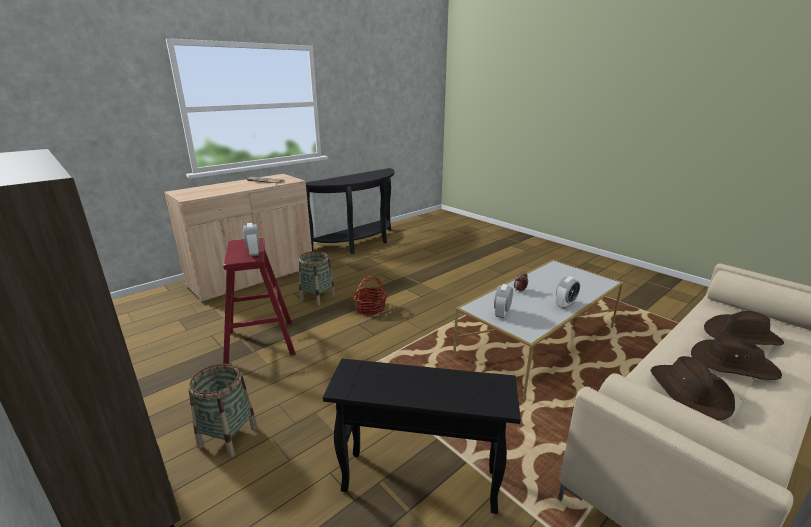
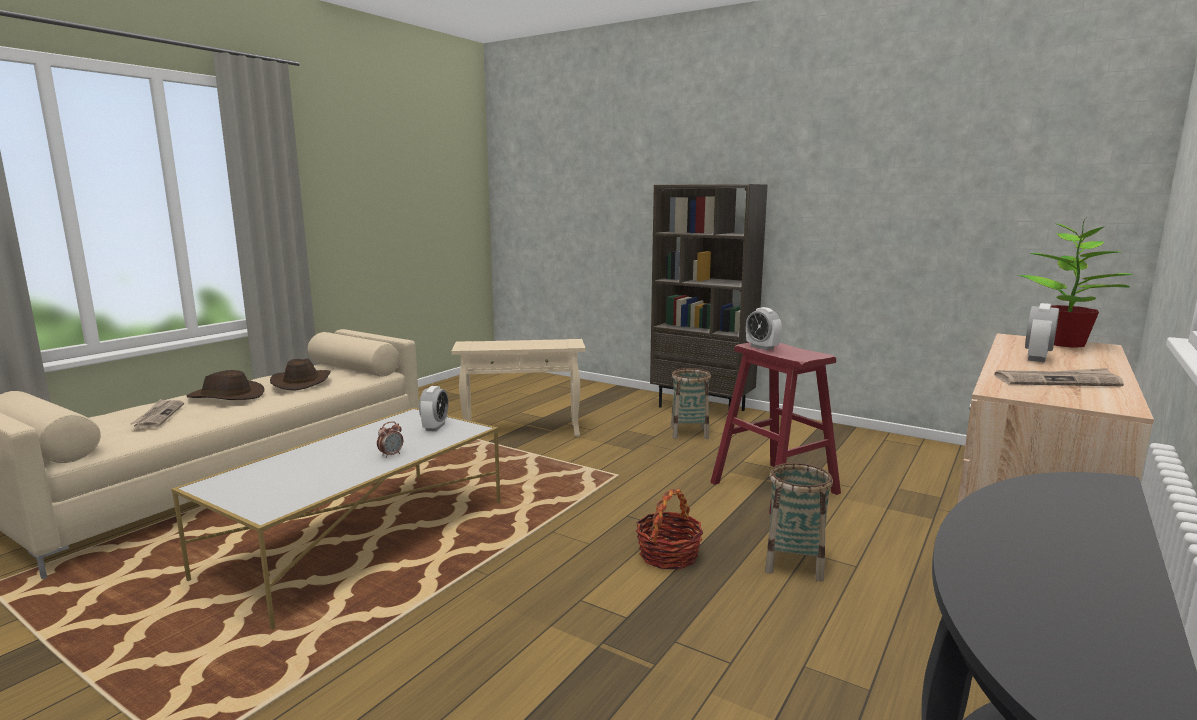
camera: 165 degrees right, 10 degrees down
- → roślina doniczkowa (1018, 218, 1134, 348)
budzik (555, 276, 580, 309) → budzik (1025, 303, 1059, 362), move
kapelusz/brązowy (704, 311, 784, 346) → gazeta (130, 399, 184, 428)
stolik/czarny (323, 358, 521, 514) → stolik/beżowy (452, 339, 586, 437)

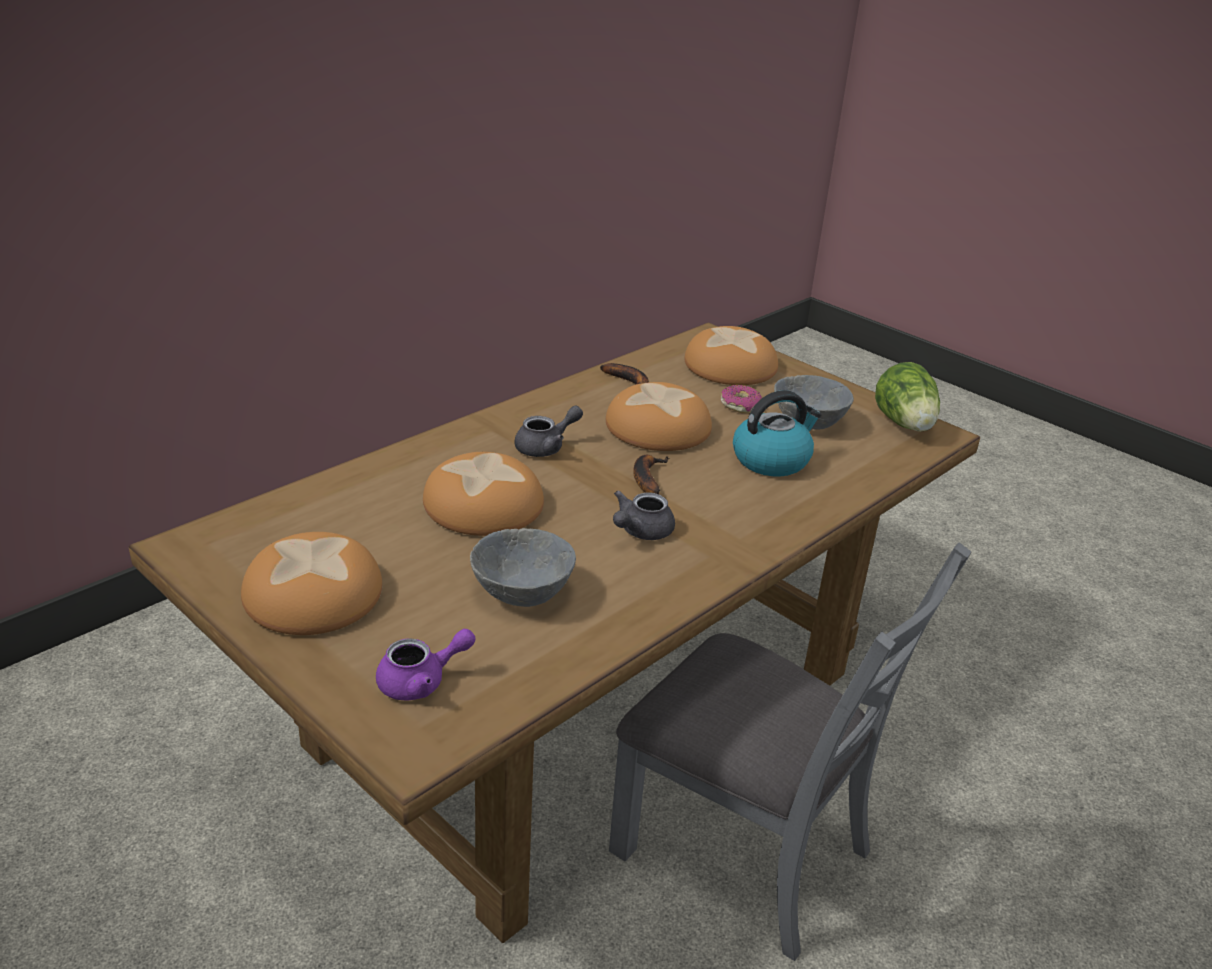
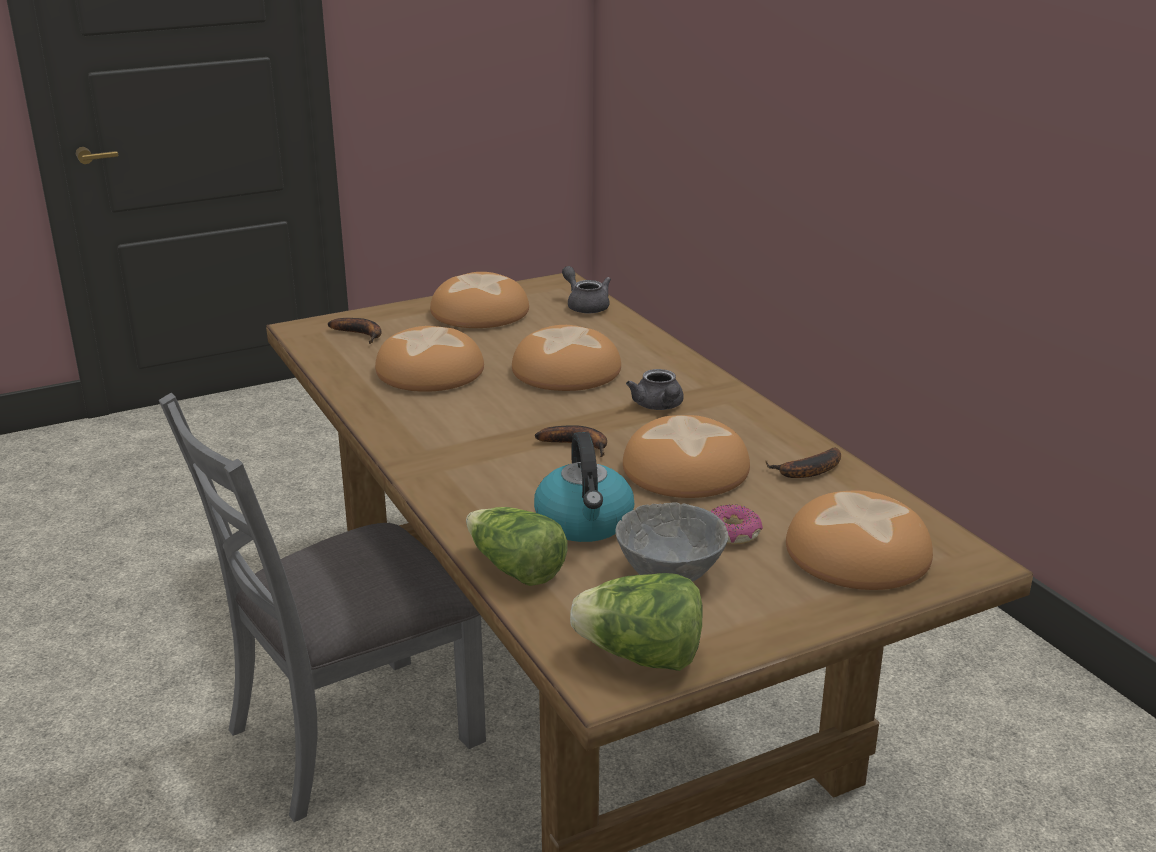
camera: 110 degrees right, 5 degrees down
- → sałata (466, 507, 568, 586)
imbryk/szary (613, 490, 675, 540) → imbryk/szary (562, 266, 611, 313), move
imbryk/fioletowy (376, 629, 476, 701) → banan (328, 318, 381, 344)
miska/szary (470, 528, 576, 607) → chleb (375, 326, 484, 392)

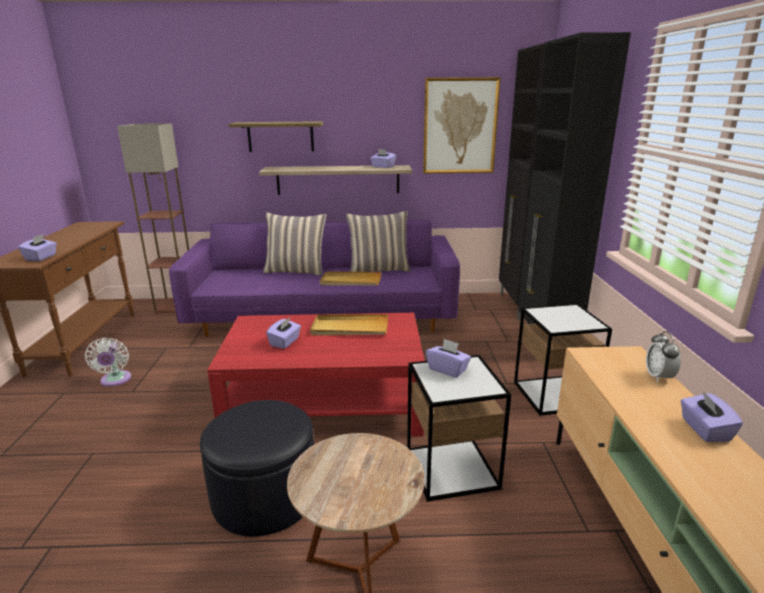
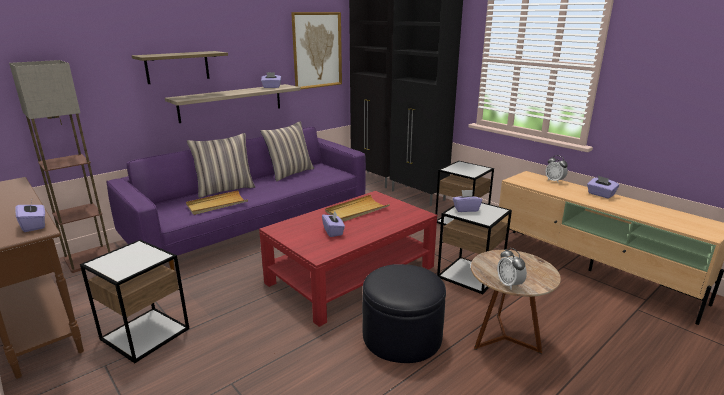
camera: 40 degrees left, 0 degrees up
- → budzik (497, 248, 527, 290)
taca/beżowy (320, 271, 381, 285) → taca/beżowy (186, 190, 248, 215), move
wentylator/biały (85, 338, 131, 387) → stolik (80, 240, 189, 363)

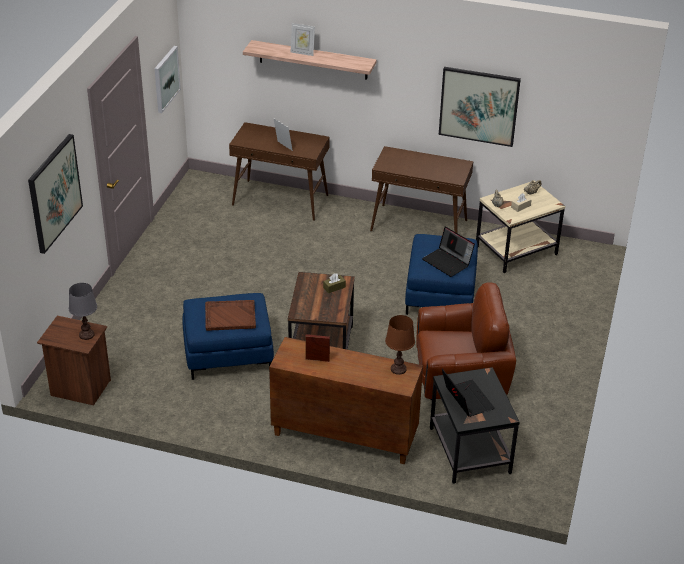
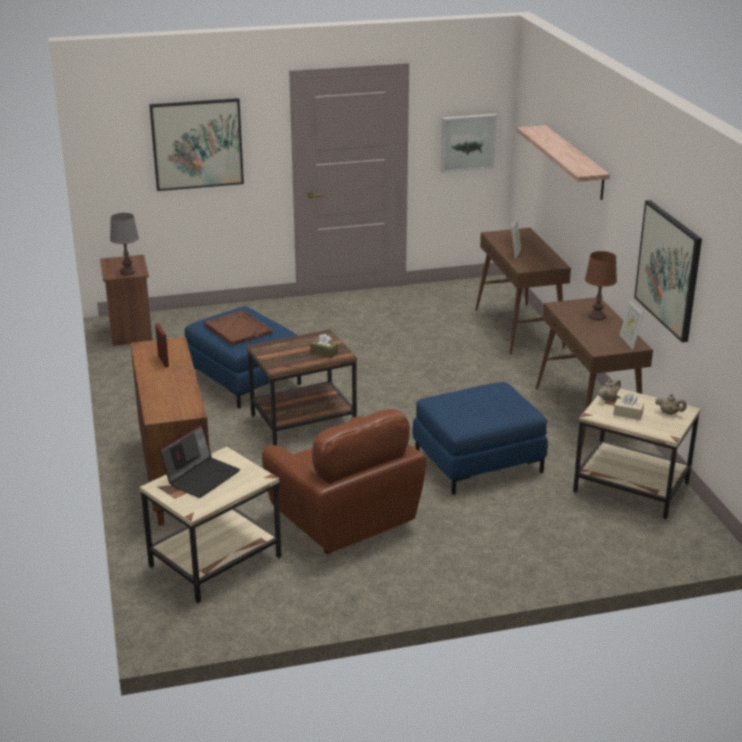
camera: 60 degrees right, 10 degrees down
laptop (422, 227, 475, 277) → -
ramka na zdjęcie (291, 23, 315, 56) → ramka na zdjęcie (620, 298, 644, 349), move
lampa stołowa/brązowy (385, 315, 415, 375) → lampa stołowa/brązowy (585, 251, 617, 320), move
stolik/czarny (430, 367, 520, 484) → stolik/beżowy (140, 447, 282, 603)

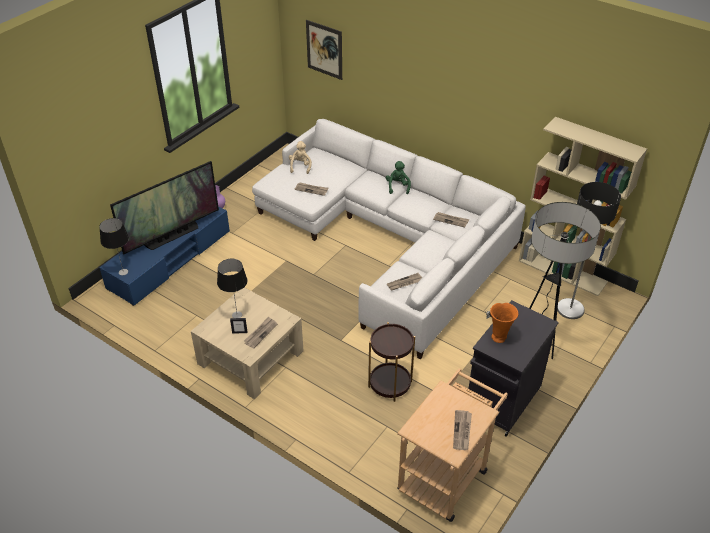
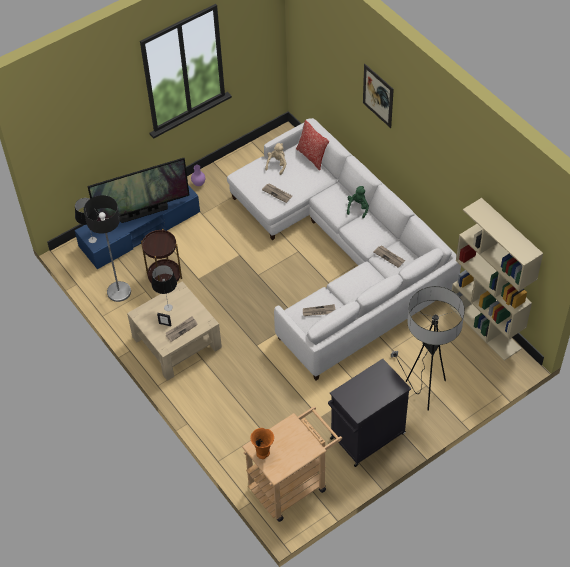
camera: 20 degrees right, 10 degrees up
gazeta (453, 410, 472, 450) → -
- → poduszka (296, 120, 329, 170)
obraz (306, 20, 342, 80) → obraz (363, 64, 394, 128), move
stolik/brązowy (368, 322, 415, 402) → stolik/brązowy (141, 229, 182, 284), move
wazon/pomarańczowy (490, 303, 518, 343) → wazon/pomarańczowy (250, 428, 274, 459), move
lampa stojąca (557, 182, 621, 319) → lampa stojąca (84, 195, 131, 302), move

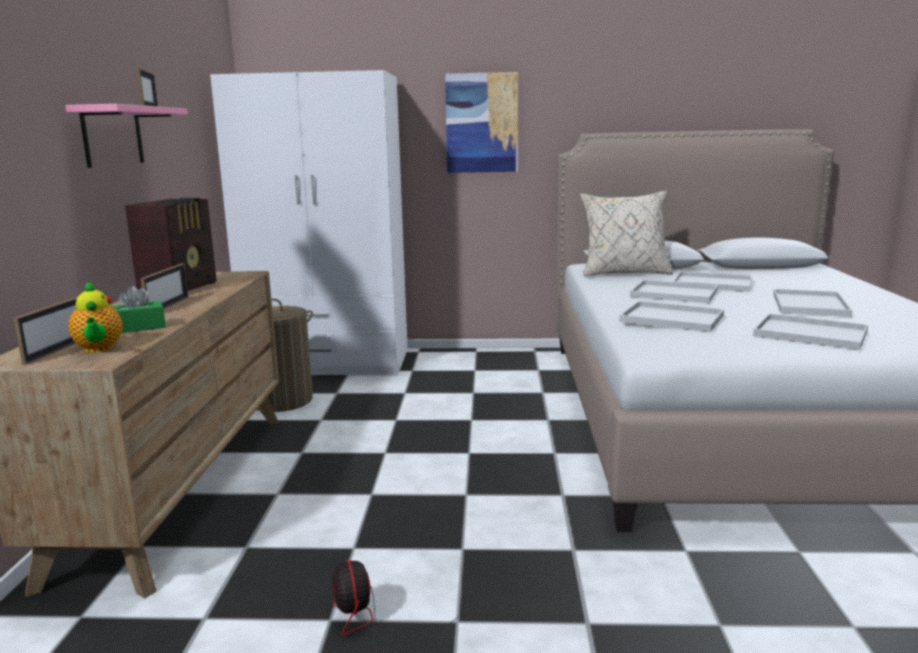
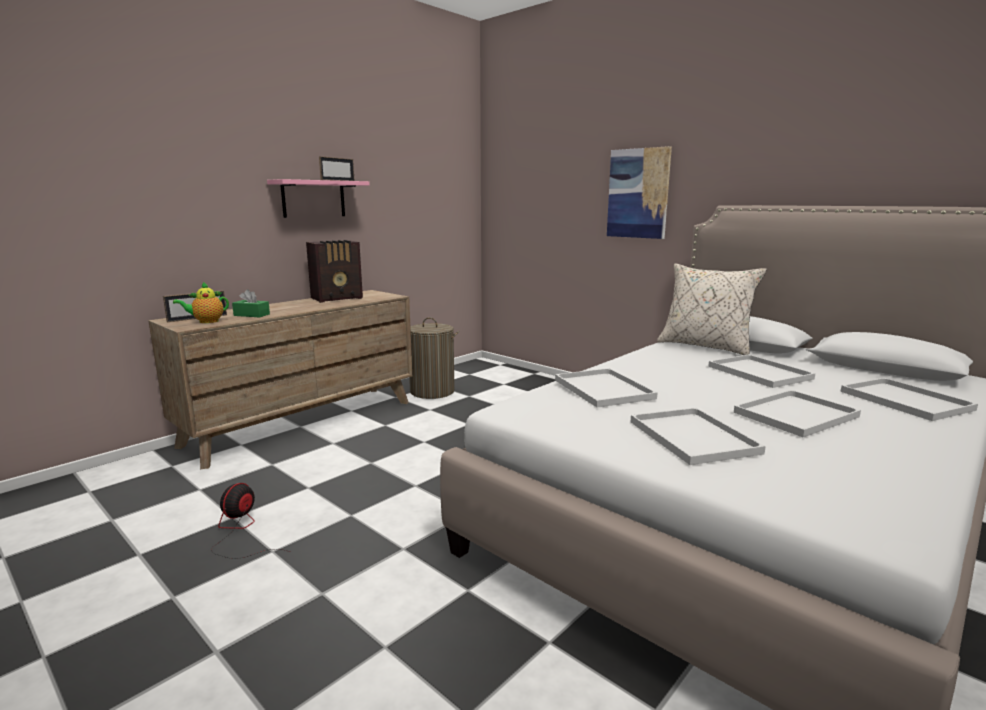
camera: 40 degrees right, 0 degrees up
ramka na zdjęcie (141, 263, 188, 309) → -
szafa/biały (210, 70, 408, 376) → -
taca/biały (630, 280, 718, 303) → taca/biały (841, 378, 978, 421), move
imbryk (68, 281, 123, 352) → imbryk (173, 282, 229, 323), 45 degrees clockwise

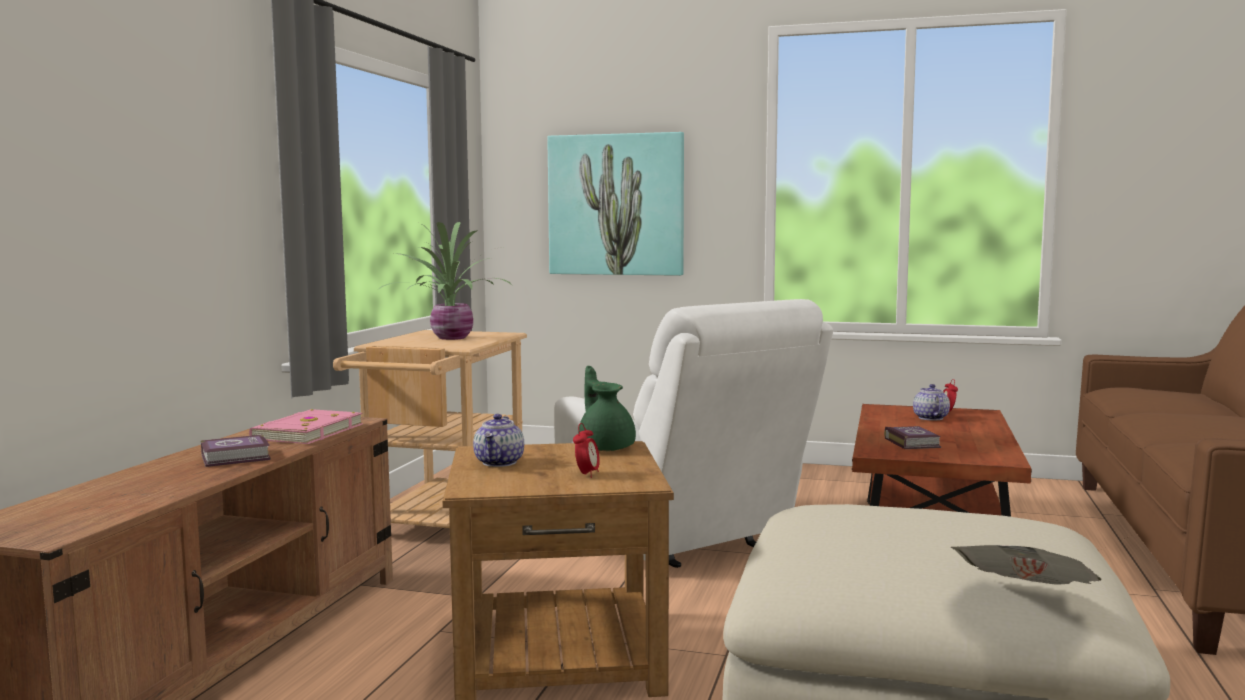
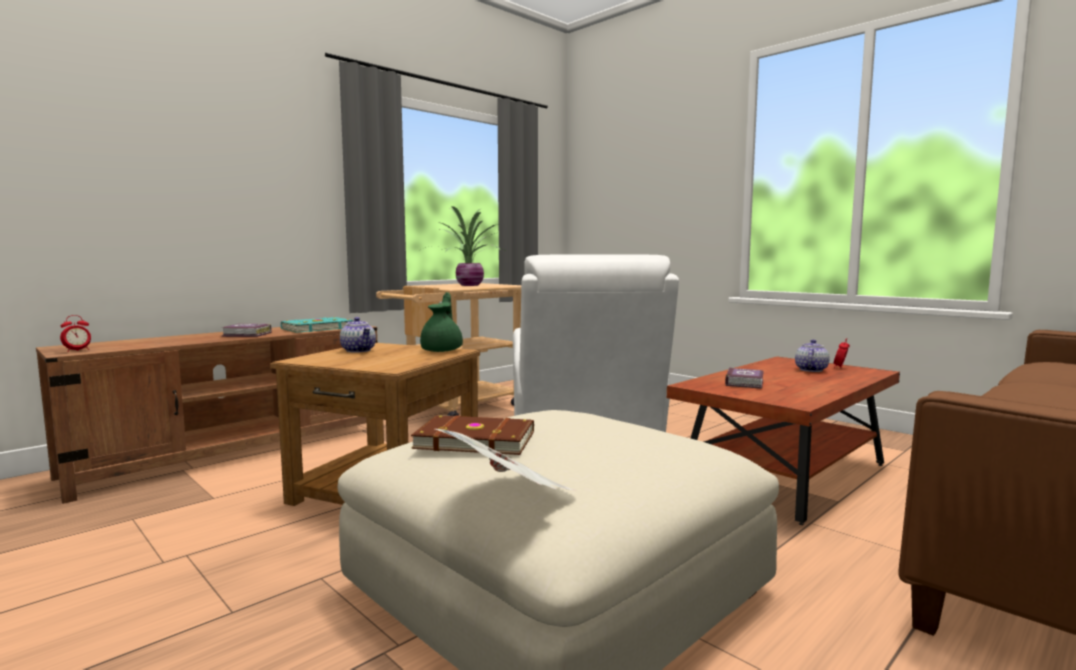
camera: 30 degrees right, 0 degrees up
obraz (547, 132, 684, 276) → -
- → książka/brązowy (411, 415, 534, 455)
budzik (573, 423, 600, 478) → budzik (60, 315, 91, 352), move
książka/różowy (249, 409, 363, 444) → książka/turkusowy (281, 317, 354, 333)
imbryk (473, 414, 524, 467) → imbryk (340, 317, 376, 353), 75 degrees counterclockwise

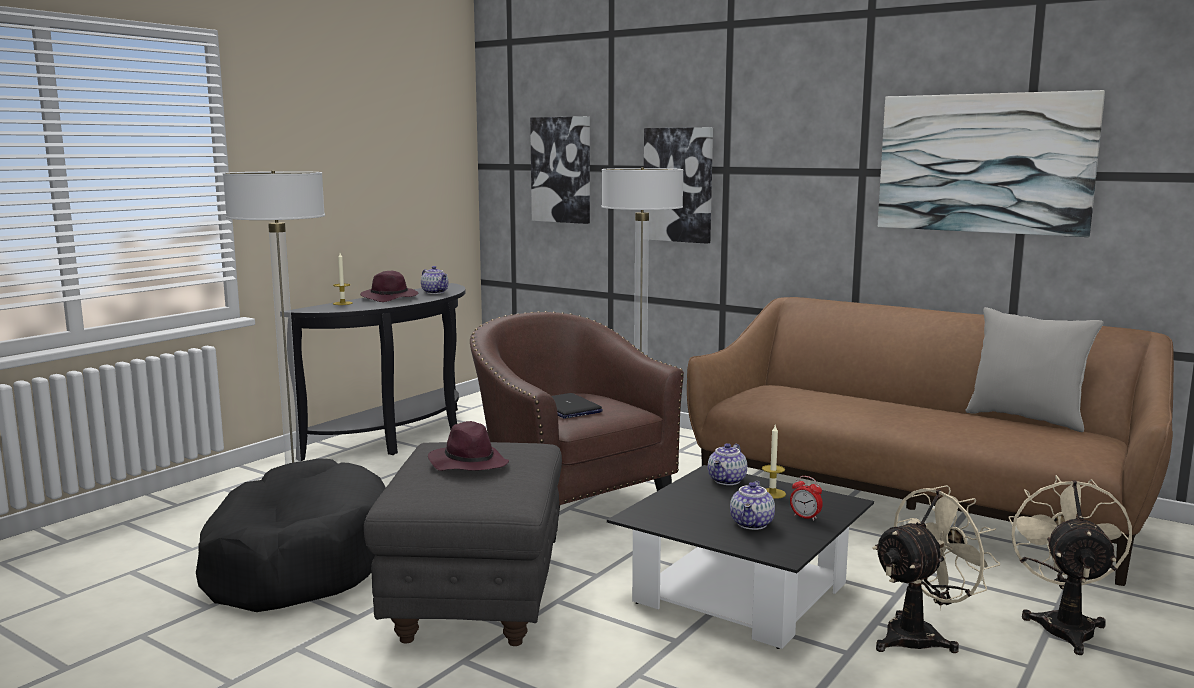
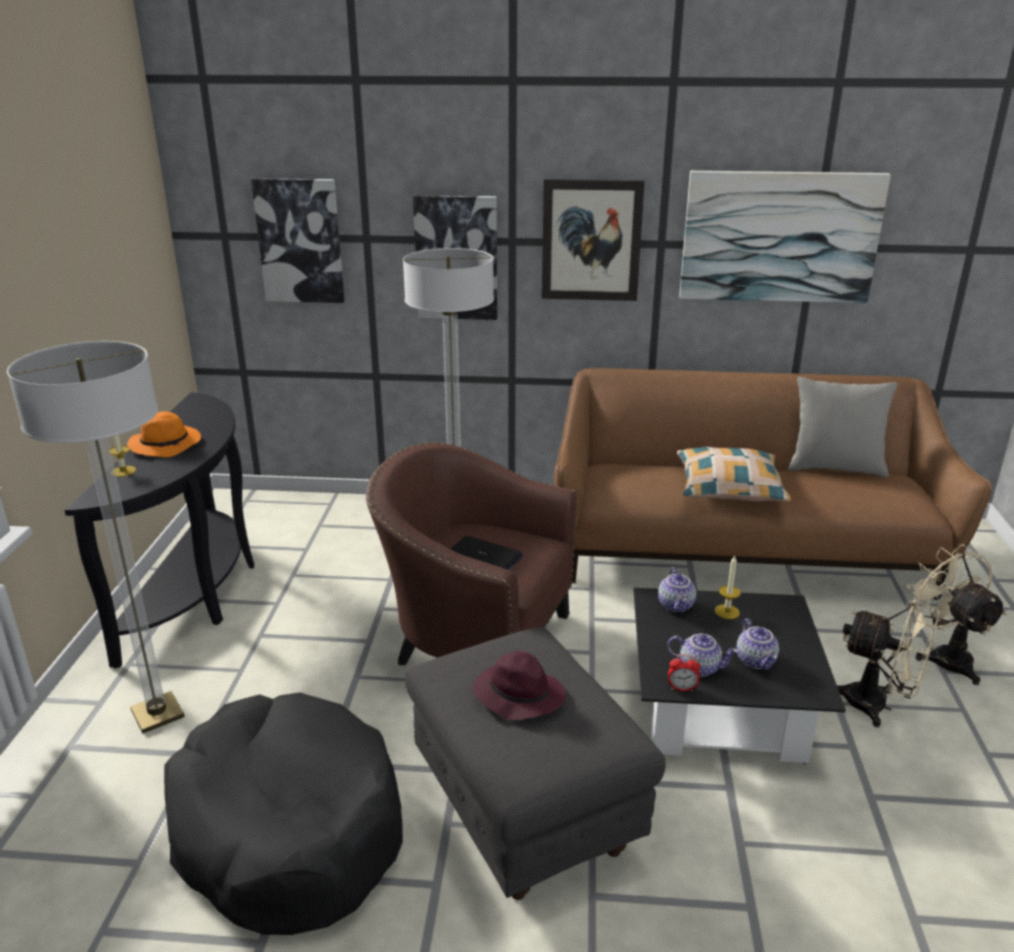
camera: 30 degrees left, 15 degrees up
- → obraz (542, 179, 645, 301)
- → poduszka (677, 447, 791, 502)
imbryk (421, 266, 448, 294) → imbryk (667, 634, 738, 677), move
budzik (790, 476, 823, 521) → budzik (668, 655, 700, 692), move
kapelusz/fioletowy (360, 271, 418, 302) → kapelusz/pomarańczowy (127, 411, 201, 457)
wentylator/beżowy (872, 485, 1000, 653) → wentylator/beżowy (837, 599, 940, 727), 90 degrees clockwise

